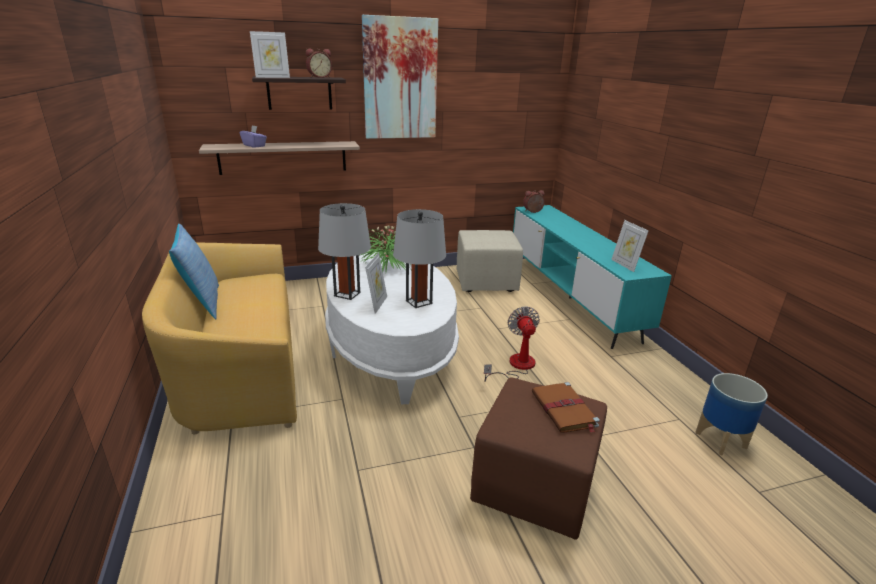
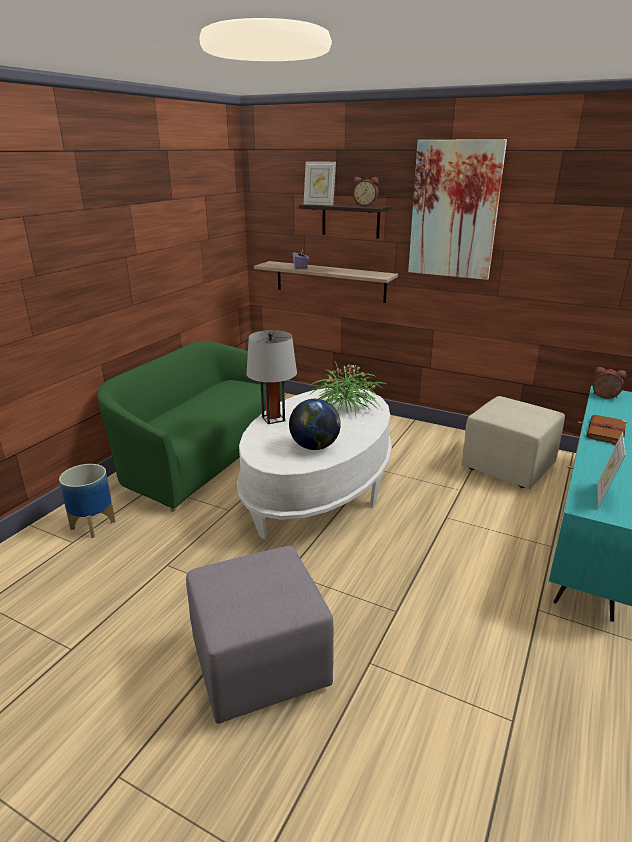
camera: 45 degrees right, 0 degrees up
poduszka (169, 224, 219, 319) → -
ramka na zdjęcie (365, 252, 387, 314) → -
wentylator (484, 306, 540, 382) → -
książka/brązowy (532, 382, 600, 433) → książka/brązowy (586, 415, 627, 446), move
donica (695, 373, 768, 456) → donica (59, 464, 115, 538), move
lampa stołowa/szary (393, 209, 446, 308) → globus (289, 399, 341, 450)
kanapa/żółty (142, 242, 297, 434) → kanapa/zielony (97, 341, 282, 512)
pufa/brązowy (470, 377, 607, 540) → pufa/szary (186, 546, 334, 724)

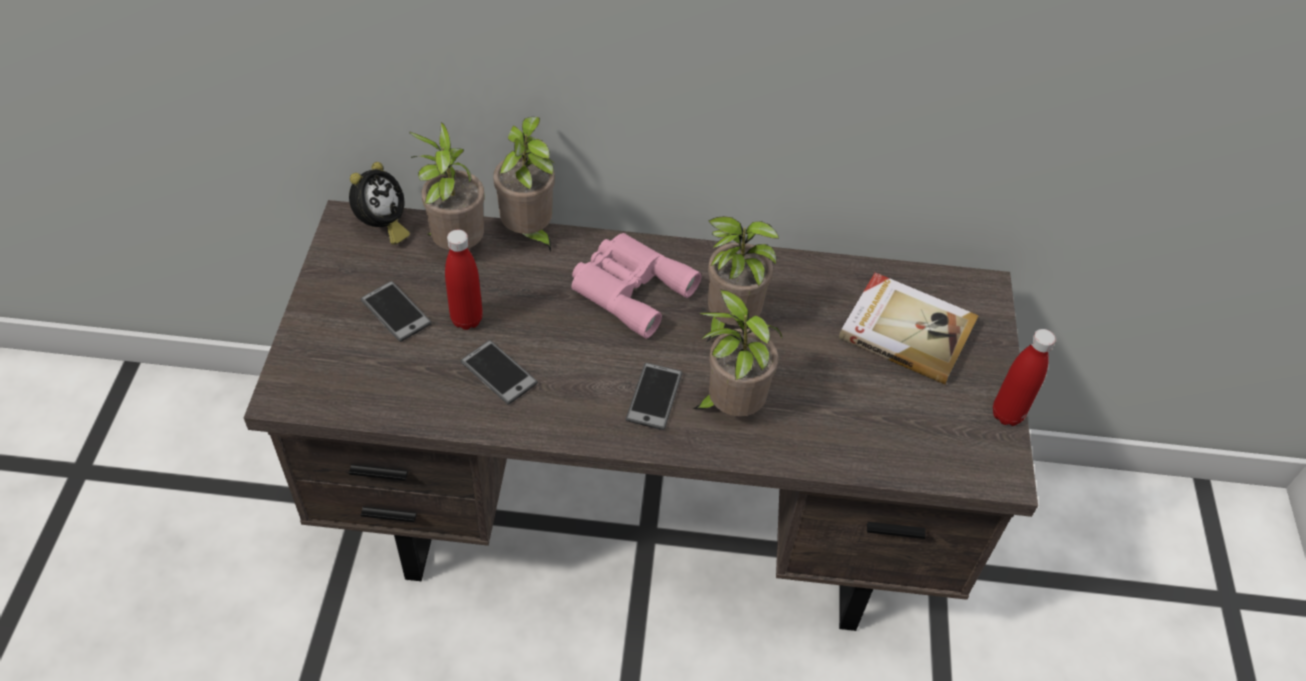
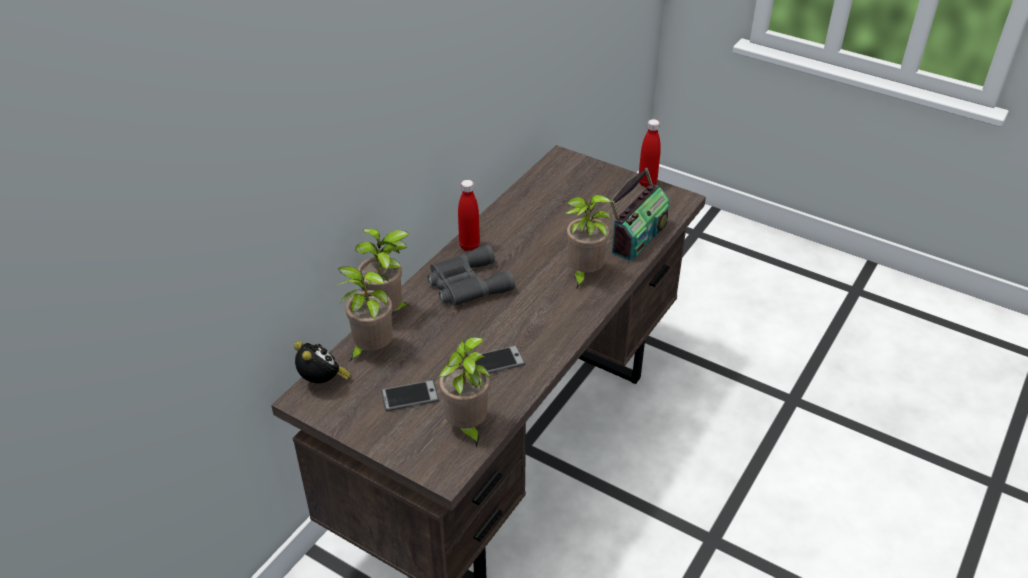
camera: 60 degrees left, 10 degrees down
telefon (626, 363, 682, 430) → -
książka (839, 272, 979, 384) → -
- → radio (610, 168, 669, 261)
butelka/czerwony (445, 230, 483, 330) → butelka/czerwony (458, 180, 480, 251), move
roślina doniczkowa (706, 216, 779, 342) → roślina doniczkowa (439, 337, 492, 448), move
lornetka/różowy (571, 233, 701, 339) → lornetka/szary (427, 244, 515, 306)

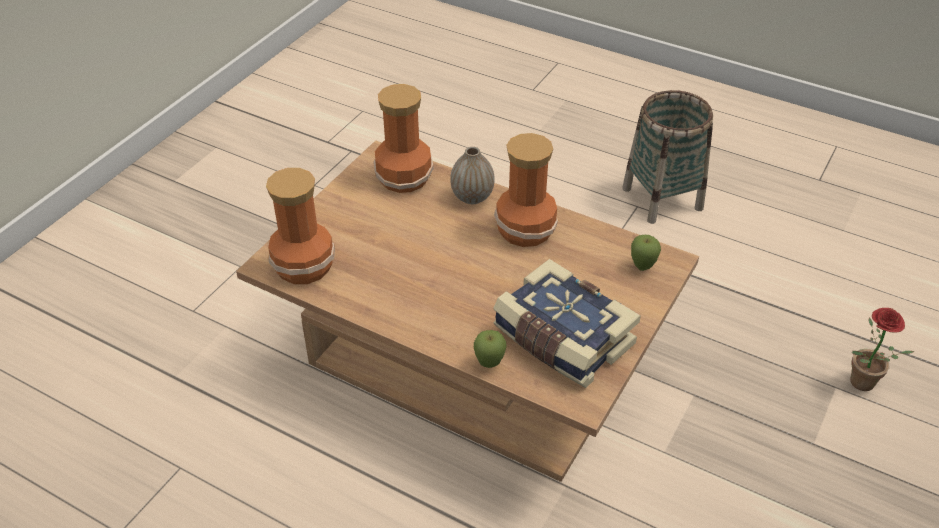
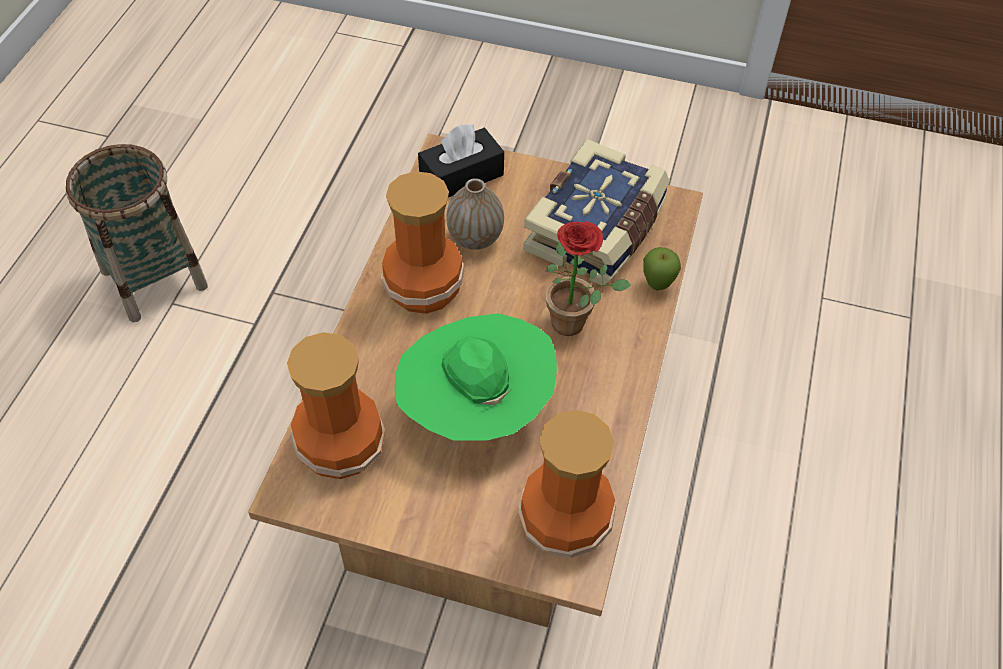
camera: 105 degrees left, 10 degrees up
- → kapelusz/zielony (395, 313, 557, 441)
wazon (450, 147, 495, 204) → wazon (446, 178, 504, 250), move
roślina doniczkowa (850, 308, 914, 391) → roślina doniczkowa (546, 221, 631, 336), move
jabłko (631, 235, 661, 271) → pudełko chusteczek/czarny (418, 124, 504, 197)

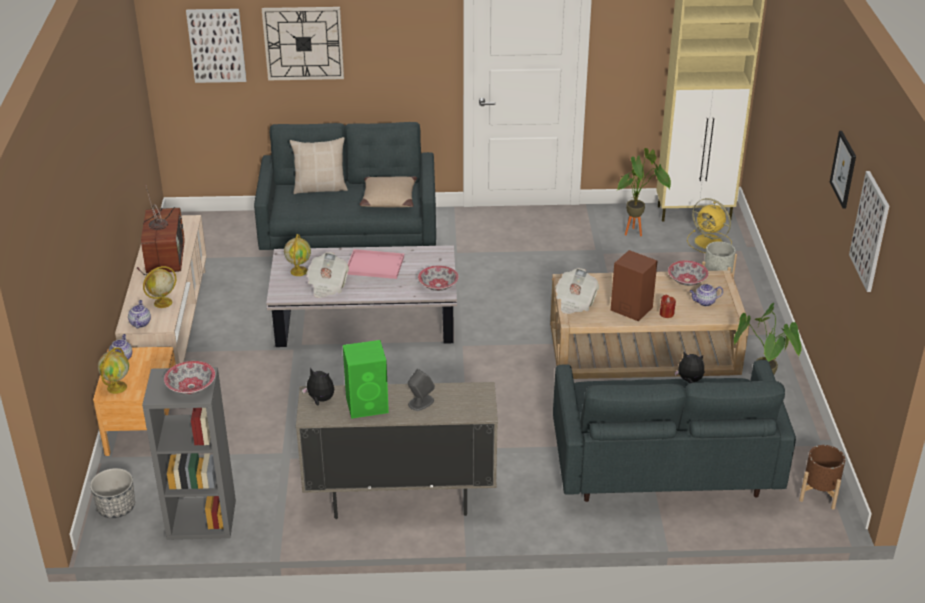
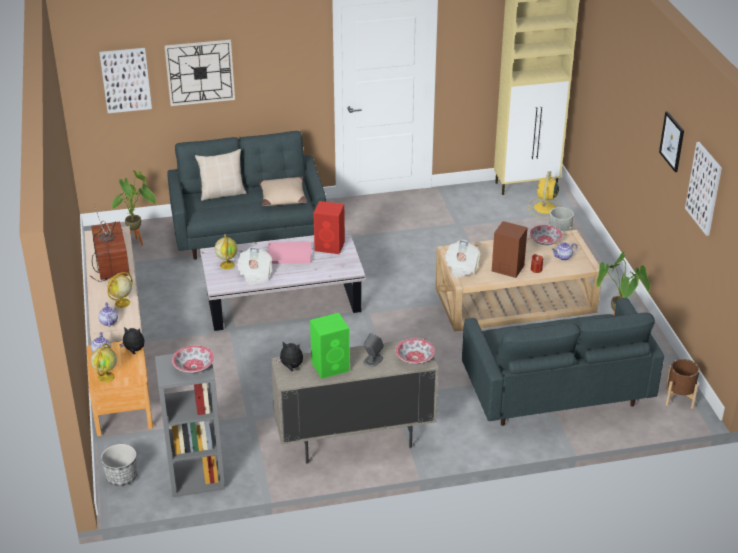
camera: 10 degrees left, 0 degrees up
- → głośnik/czerwony (313, 201, 345, 254)
miska (418, 265, 459, 291) → miska (396, 338, 435, 365), move
roślina doniczkowa (616, 148, 671, 236) → roślina doniczkowa (112, 170, 156, 246), move
pluszak (674, 352, 704, 383) → pluszak (120, 327, 145, 354), move
wentylator/żółty (687, 198, 732, 253) → wentylator/żółty (528, 171, 561, 218), 75 degrees clockwise

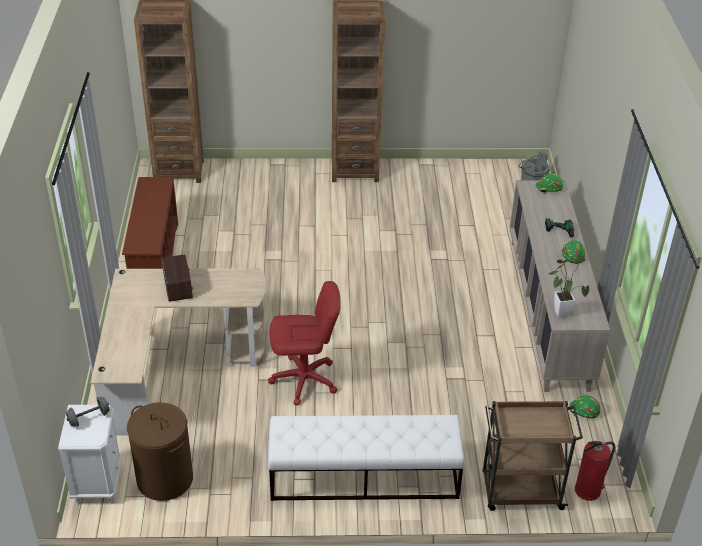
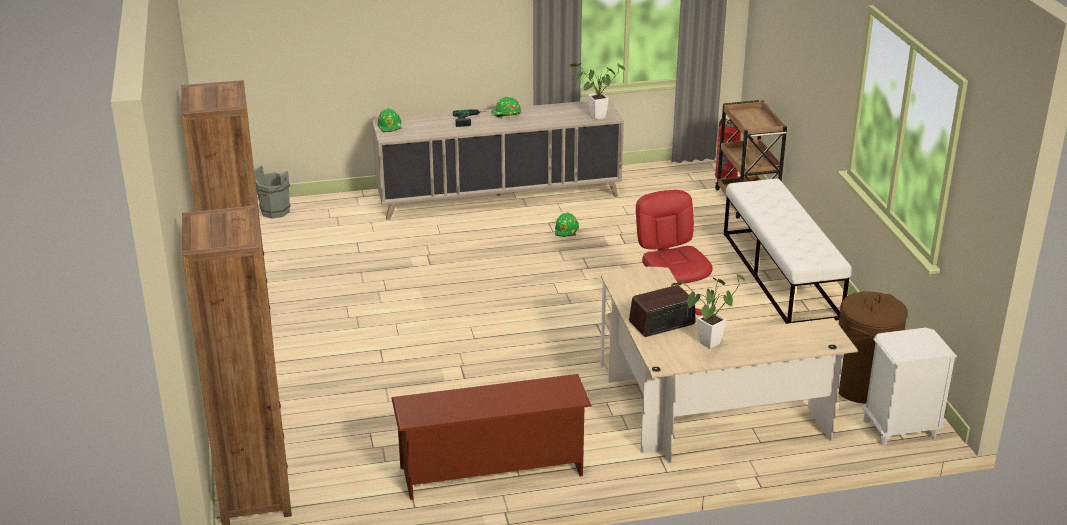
camera: 100 degrees left, 10 degrees down
hantel/szary (66, 397, 110, 427) → -
- → roślina doniczkowa (671, 273, 745, 349)
kask/zielony (569, 395, 600, 418) → kask/zielony (555, 212, 579, 237), move

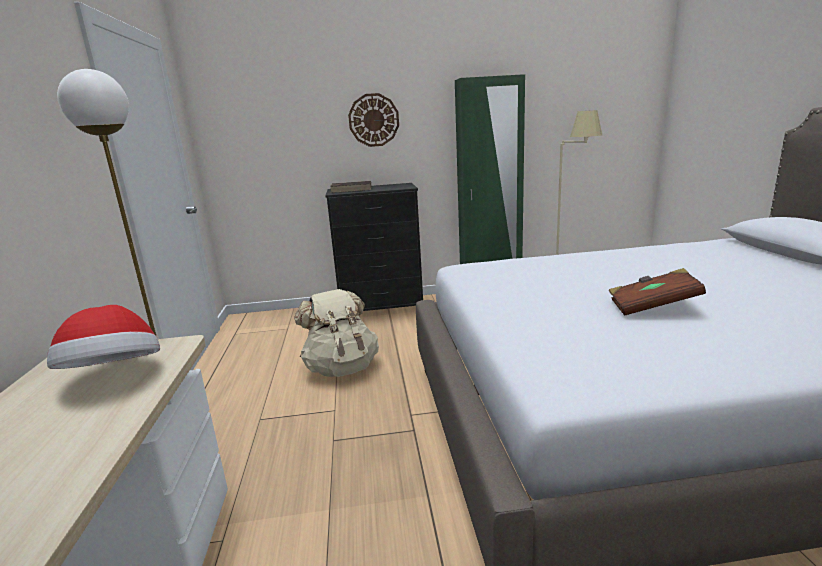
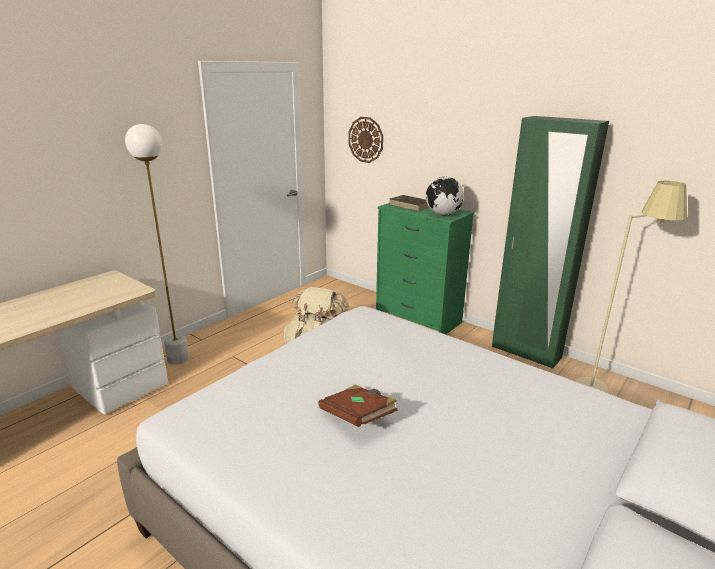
camera: 45 degrees right, 5 degrees up
kapelusz (47, 305, 160, 369) → -
- → globus (426, 177, 464, 215)
zegar ścienny (348, 93, 399, 147) → zegar ścienny (348, 117, 383, 163), move
komoda/czarny (325, 183, 423, 311) → komoda/zielony (376, 203, 475, 335)

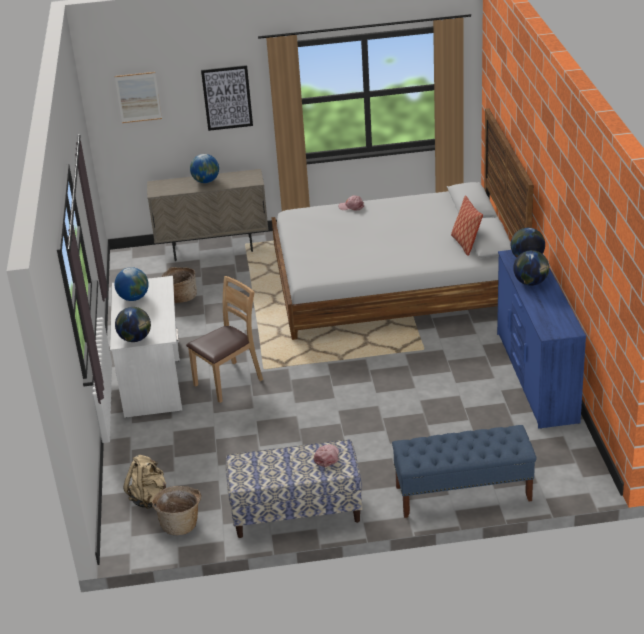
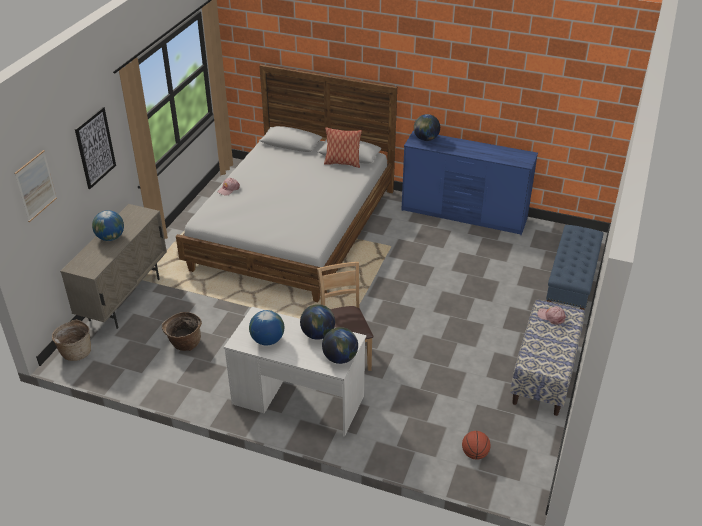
camera: 65 degrees left, 5 degrees up
koszyk (152, 486, 201, 535) → koszyk (52, 319, 91, 361), move
globus (513, 250, 549, 286) → globus (300, 304, 335, 340), move
plecak/beżowy (123, 455, 166, 509) → piłka do koszykówki (462, 431, 491, 460)

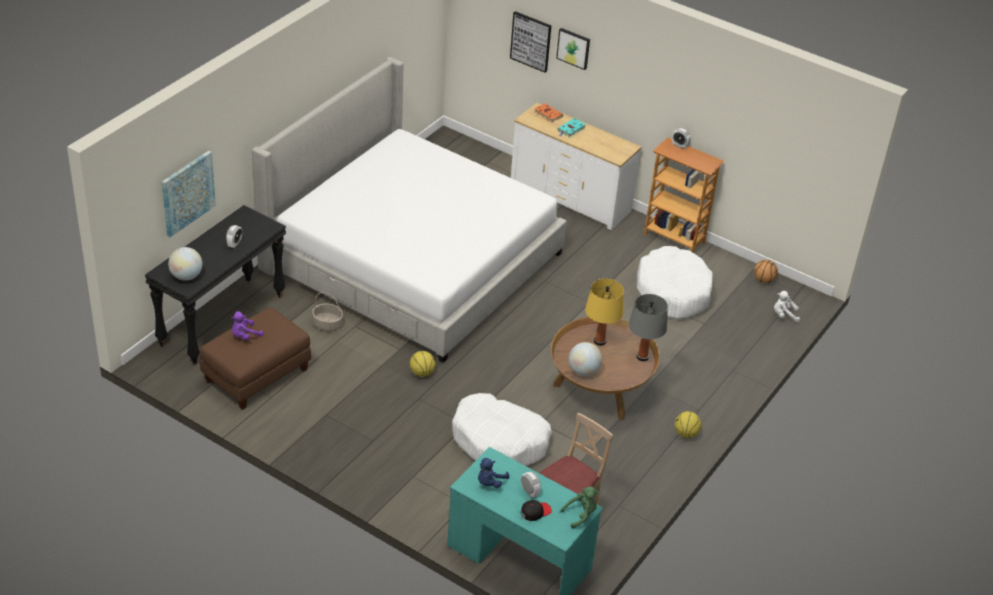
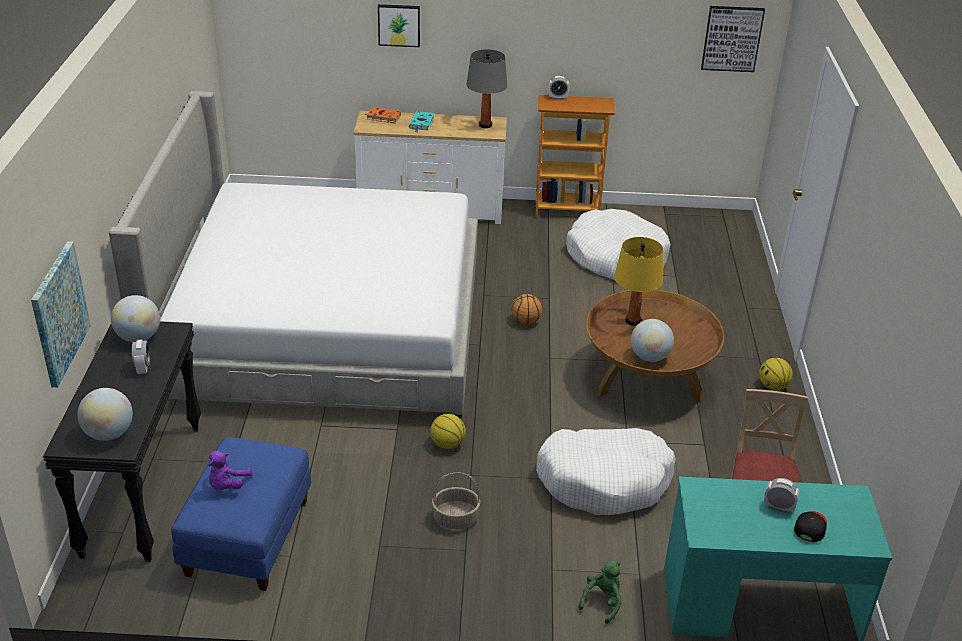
camera: 30 degrees left, 5 degrees down
pluszak/niebieski (478, 458, 509, 488) → -
pluszak/biały (774, 291, 800, 322) → -
- → globus (111, 295, 160, 342)
koszyk (312, 292, 343, 331) → koszyk (432, 472, 481, 529), move
obraz (510, 11, 551, 73) → obraz (701, 6, 765, 72), move
pluszak/zielony (560, 486, 599, 529) → pluszak/zielony (578, 560, 622, 624), move
lampa stołowa/szary (629, 294, 668, 361) → lampa stołowa/szary (467, 49, 507, 128), move
piłka do koszykówki (754, 260, 778, 283) → piłka do koszykówki (512, 294, 542, 324), move
pufa/brązowy (200, 308, 311, 410) → pufa/niebieski (172, 437, 311, 591)

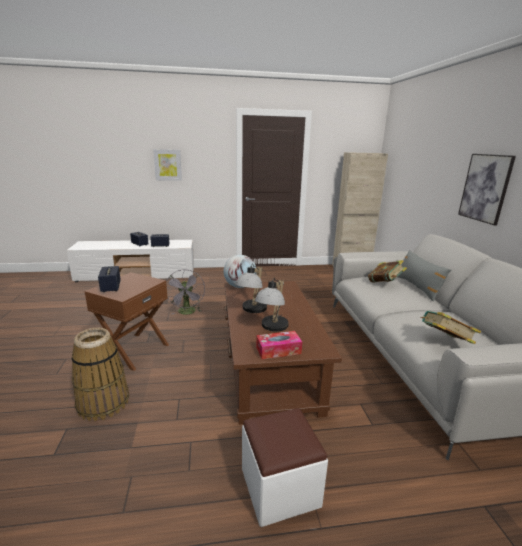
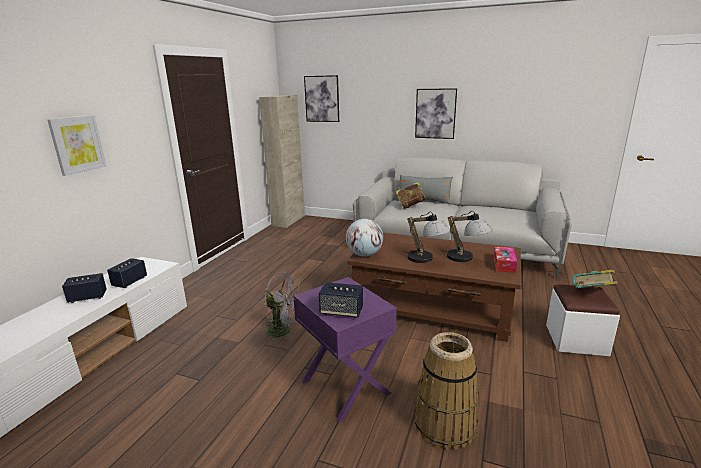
camera: 60 degrees left, 0 degrees up
- → obraz (304, 75, 339, 122)
książka (420, 311, 481, 344) → książka (572, 270, 617, 288), move
stolik/brązowy (84, 272, 169, 371) → stolik/fioletowy (293, 277, 397, 423)

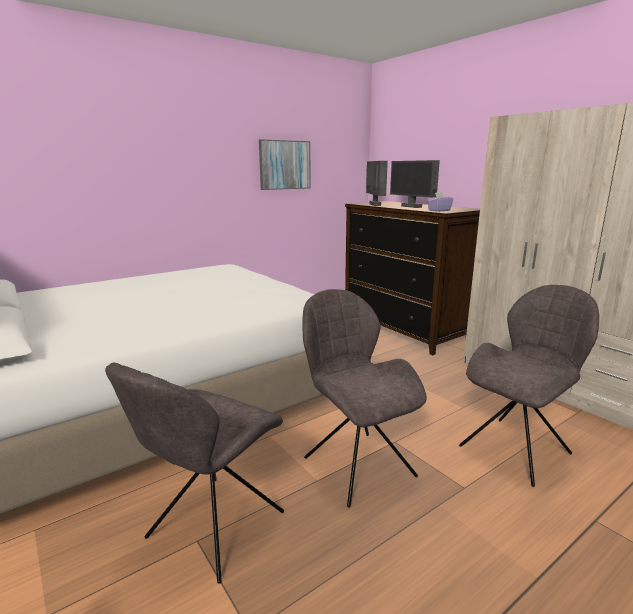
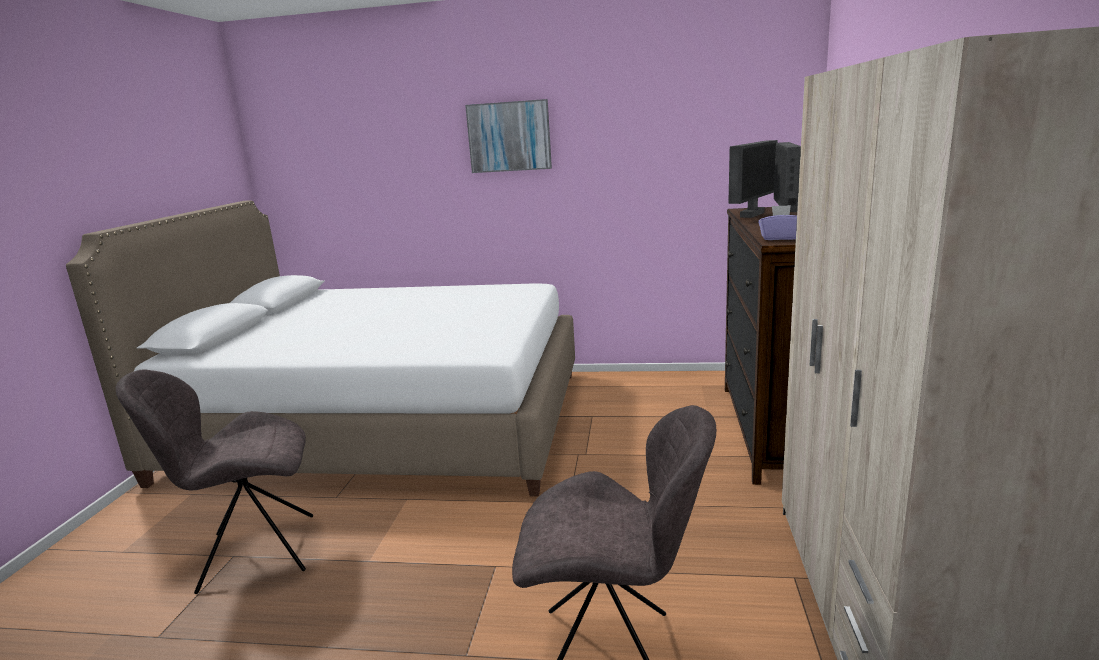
camera: 45 degrees right, 0 degrees up
krzesło/szary (302, 289, 427, 508) → -
obraz (259, 139, 311, 190) → obraz (465, 99, 552, 173), move

